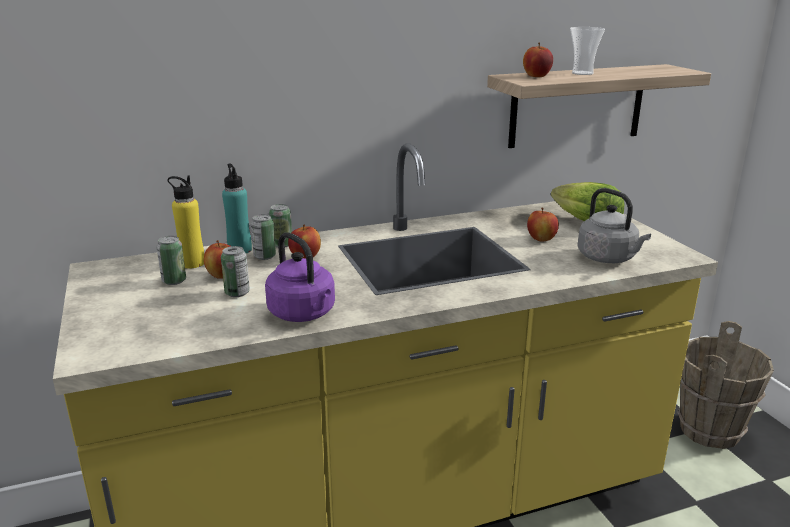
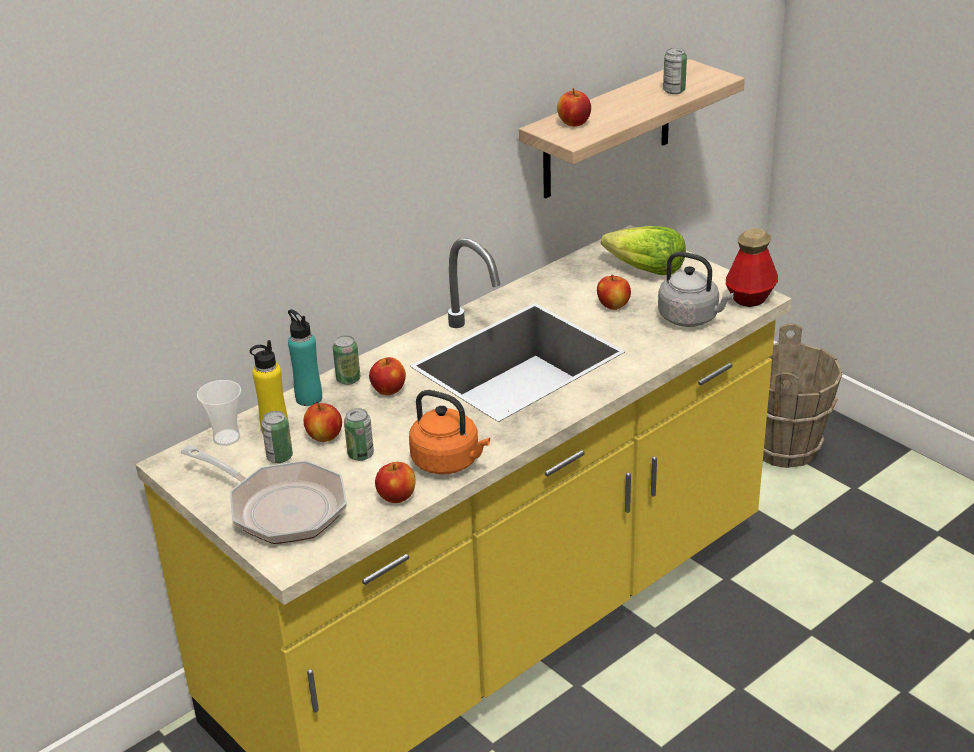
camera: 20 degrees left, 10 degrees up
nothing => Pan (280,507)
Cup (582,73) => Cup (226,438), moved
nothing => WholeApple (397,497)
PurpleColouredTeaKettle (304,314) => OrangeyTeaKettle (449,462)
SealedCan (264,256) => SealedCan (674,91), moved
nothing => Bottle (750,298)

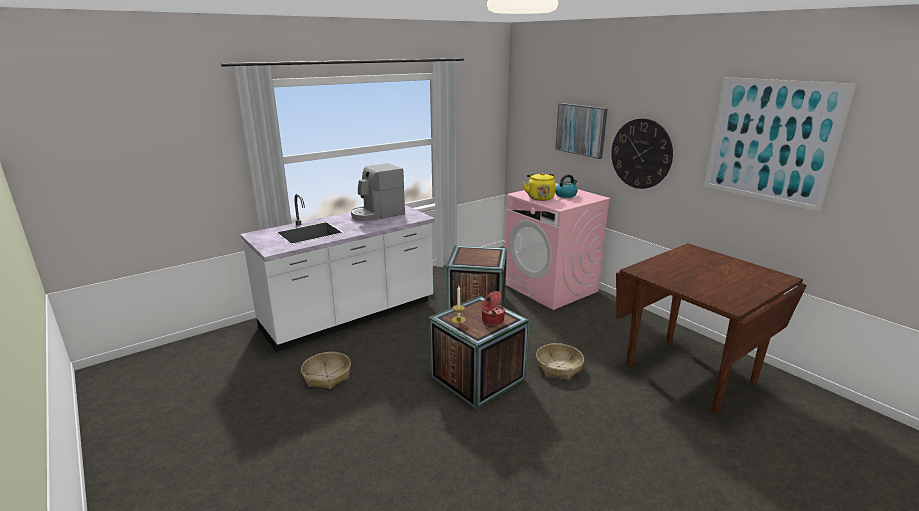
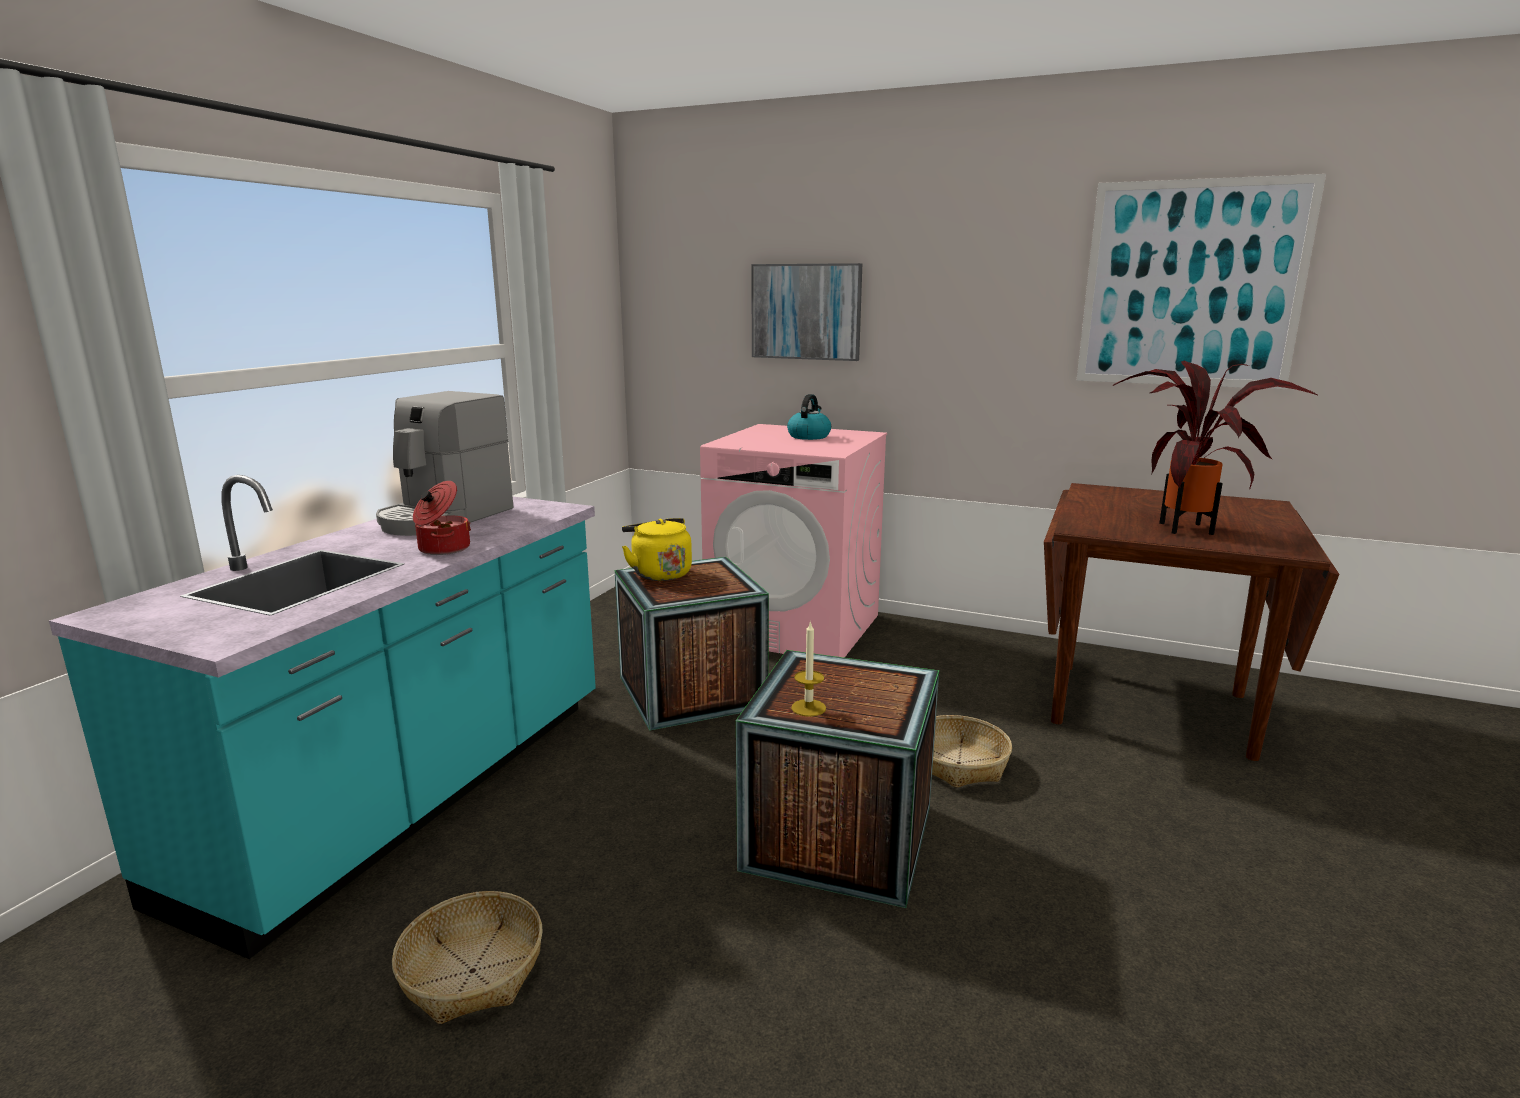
camera: 30 degrees left, 5 degrees down
WhiteColouredCounter (350,316) => TurquoiseCounter (411,794)
Saucepot (492,320) => Saucepot (442,549), moved
YellowishTeaKettle (540,197) => YellowishTeaKettle (659,573), moved
nothing => PottedPlant (1187,527)
ClockOnTheWall (641,154) => nothing

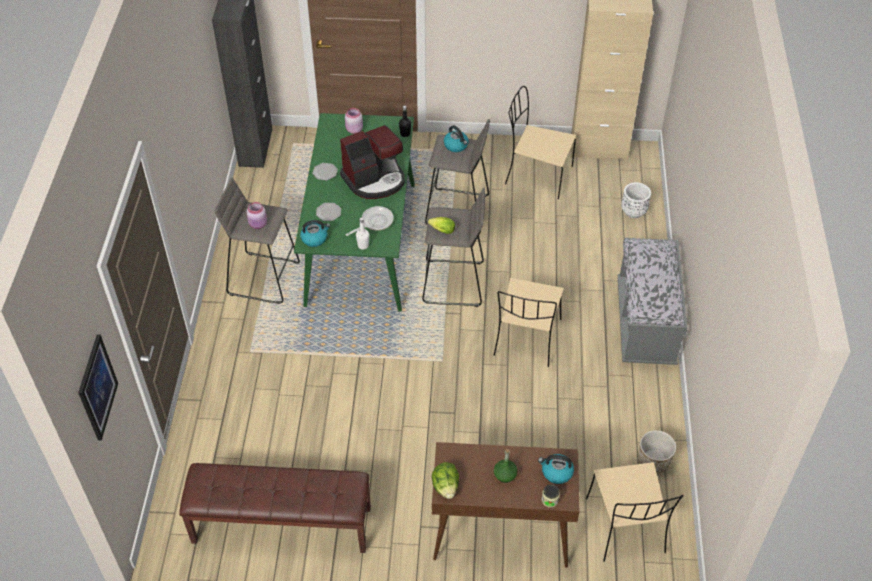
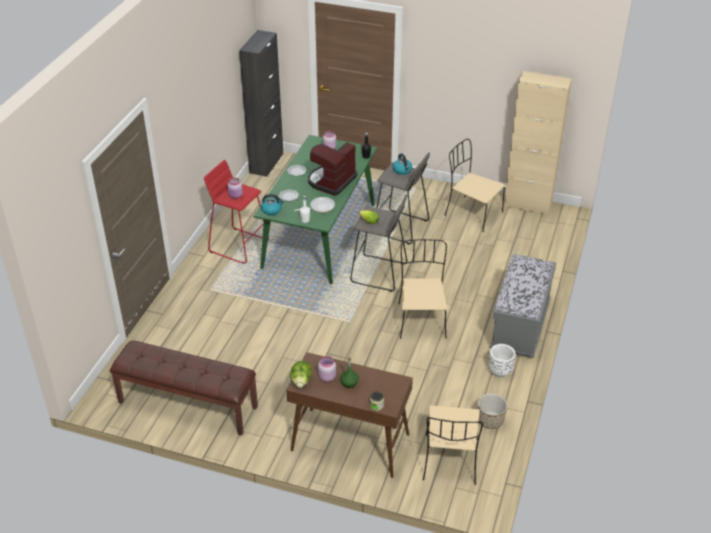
camera: 15 degrees right, 10 degrees down
GreyishStool (264,278) => ReddishStool (239,245)
CoffeeMachine (375,180) => CoffeeMachine (331,181), 135 degrees clockwise
nothing => PinkColouredPreserveJar (326,377)
BeigeColouredChair (527,339) => BeigeColouredChair (421,320), 150 degrees clockwise
WhiteColouredPlanter (633,211) => WhiteColouredPlanter (500,371), moved
WallPicture (97,387) => nothing
TeaKettle (556,472) => nothing

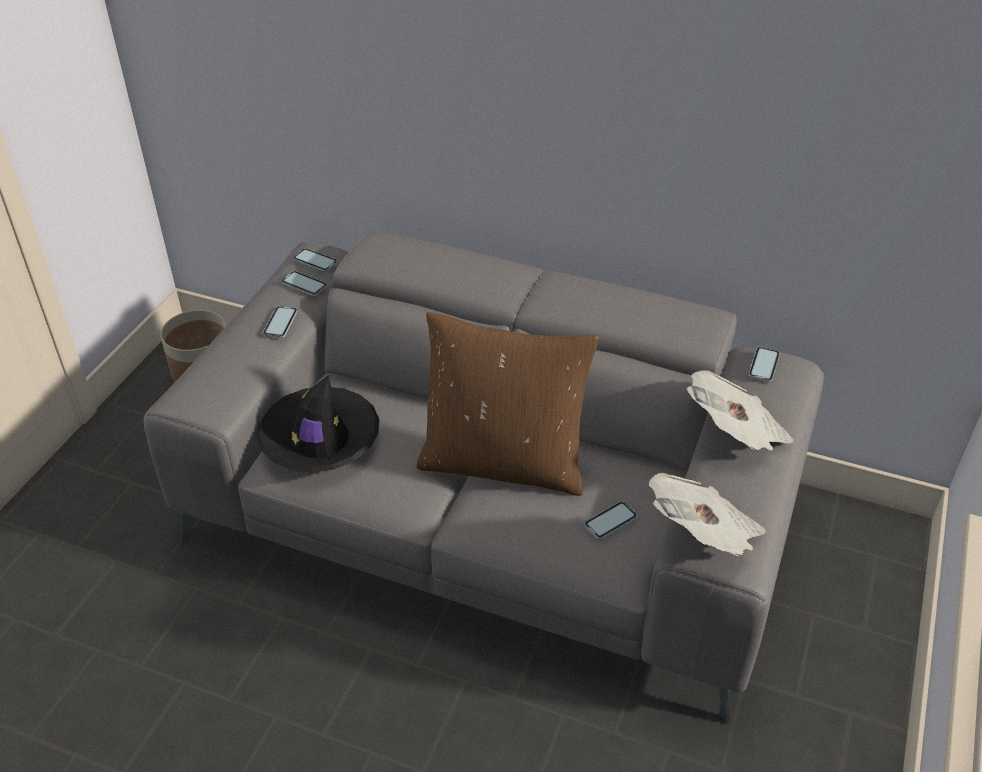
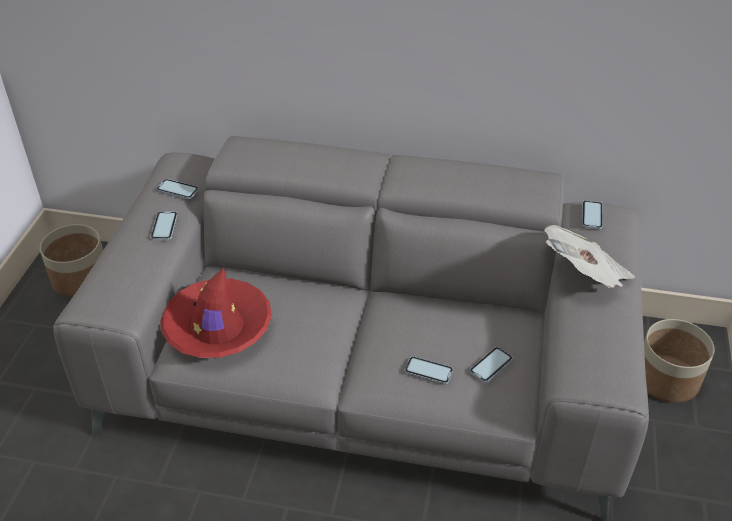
camera: 10 degrees left, 0 degrees up
BlackishHat (320,440) => ReddishHat (217,327)
Handset (315,261) => Handset (428,371), moved
nothing => Planter (666,379)
BrownishThrowPillow (504,462) => nothing
Newspaper (704,535) => nothing

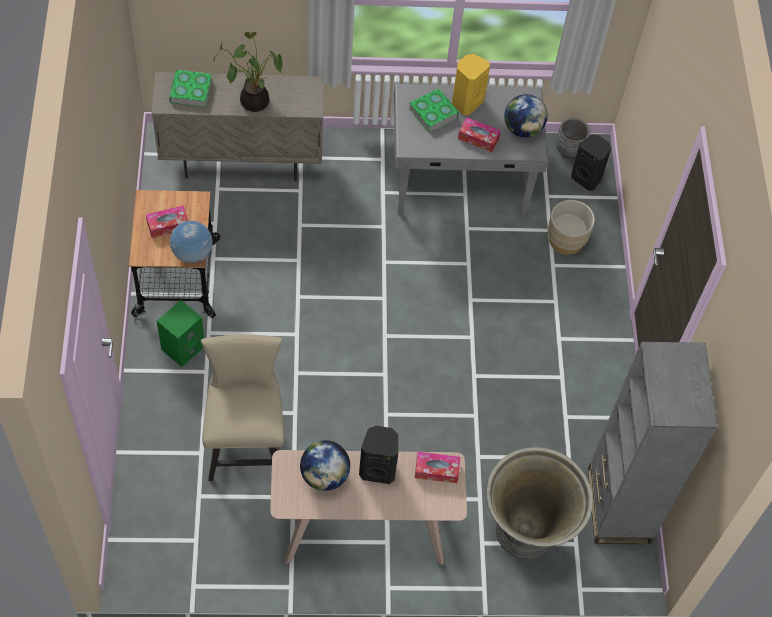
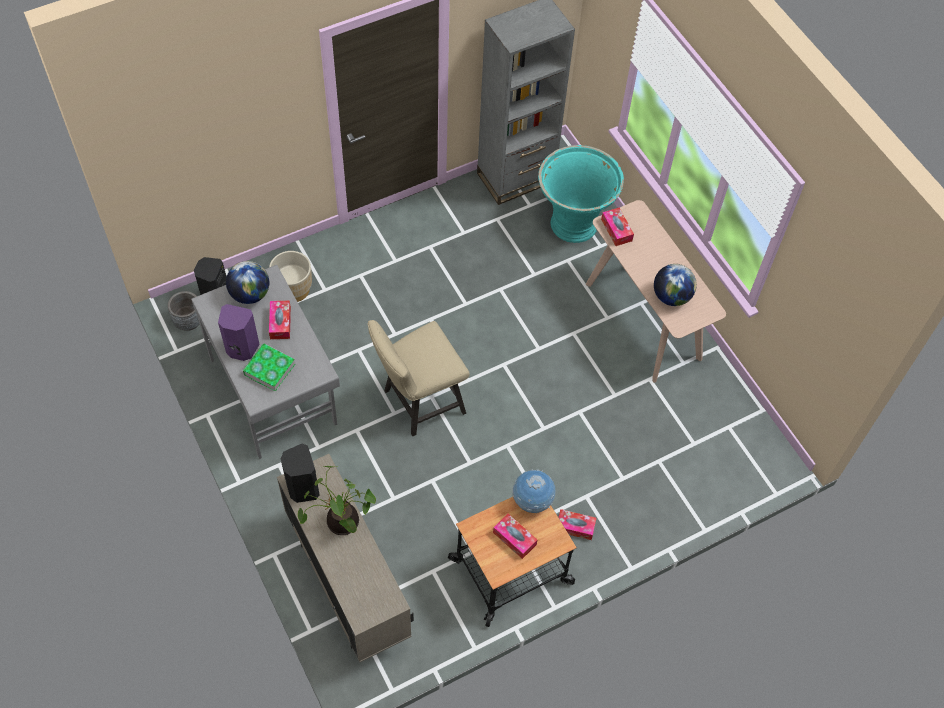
camera: 115 degrees left, 0 degrees up
YellowishSpeaker (466,102) => PurpleColouredSpeaker (241,349)
BlackishSpeaker (378,469) => BlackishSpeaker (302,488), moved
BeigeColouredChair (246,444) => BeigeColouredChair (418,403), moved
GreyishPlanter (526,532) => TurquoisePlanter (573,223)
GreenishSpeaker (183,347) => TissueHolder (575,527)
BoundBook (191,91) => nothing

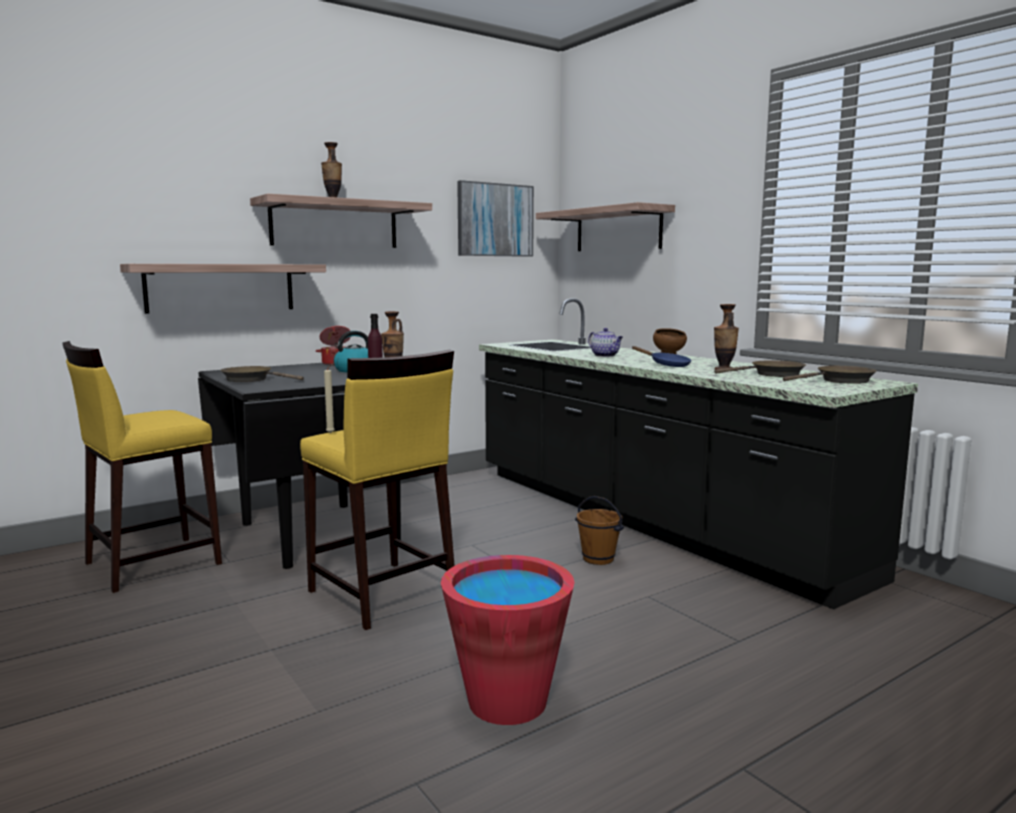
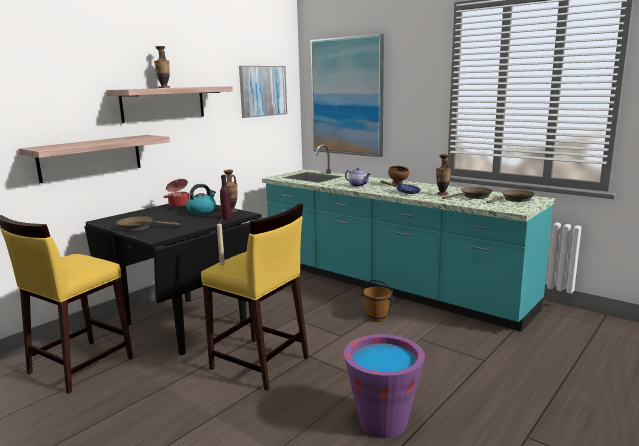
camera: 15 degrees left, 5 degrees up
BlackishCounter (646,519) => TurquoiseCounter (389,285)
Shelf (618,230) => WallPicture (347,97)
ReddishBucket (507,701) => PurpleColouredBucket (383,422)

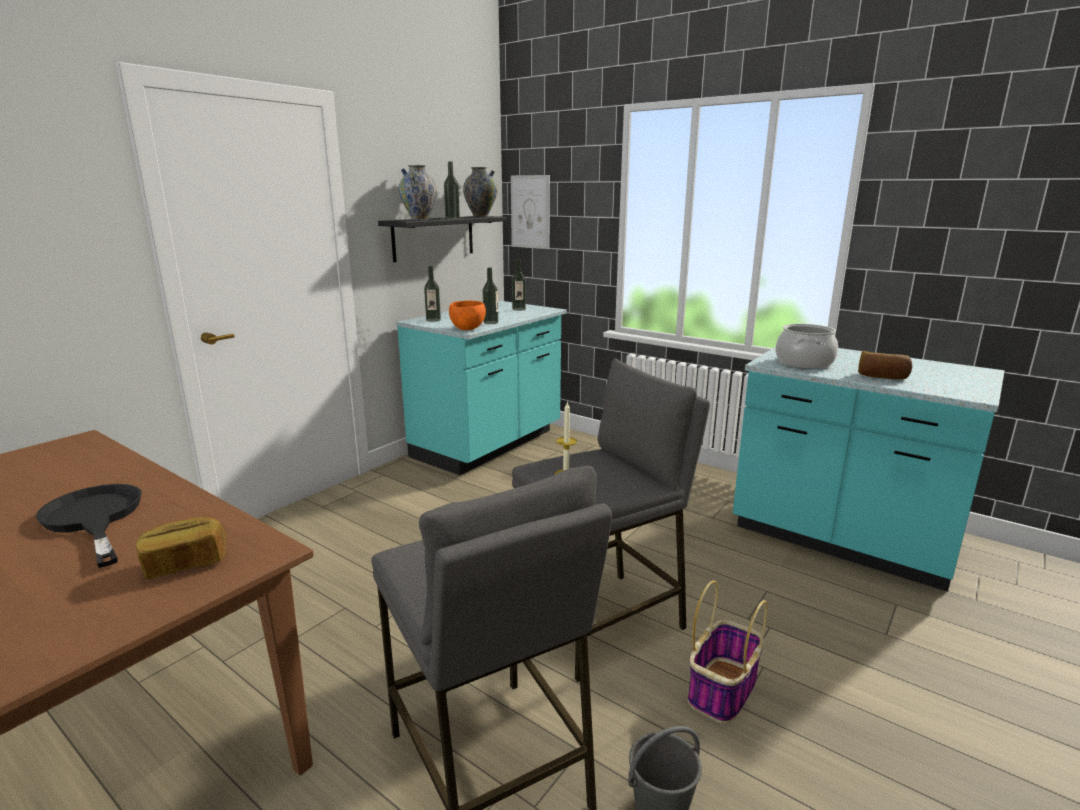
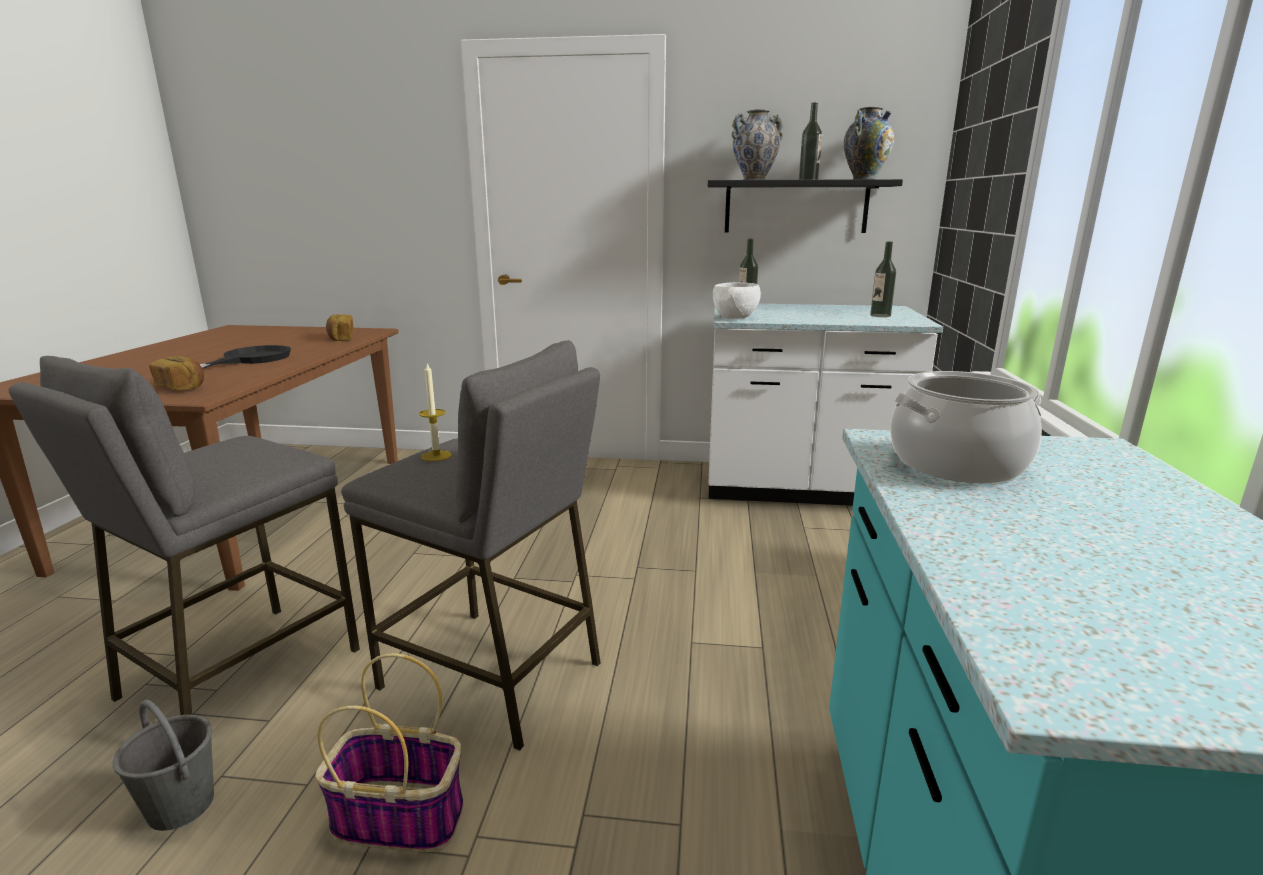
camera: 60 degrees right, 0 degrees up
BakedBread (882,377) => BakedBread (341,338), moved
TurquoiseCounter (489,445) => WhiteColouredCounter (801,489)
OrangeyBowl (468,329) => WhiteColouredBowl (735,318)
Bottle (490,322) => nothing
WallPicture (530,212) => nothing

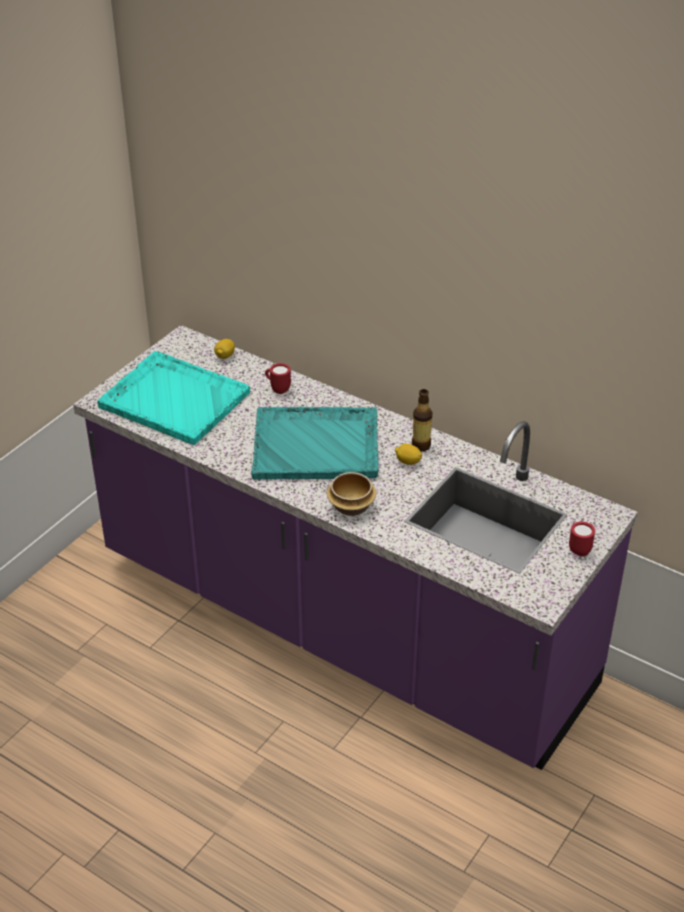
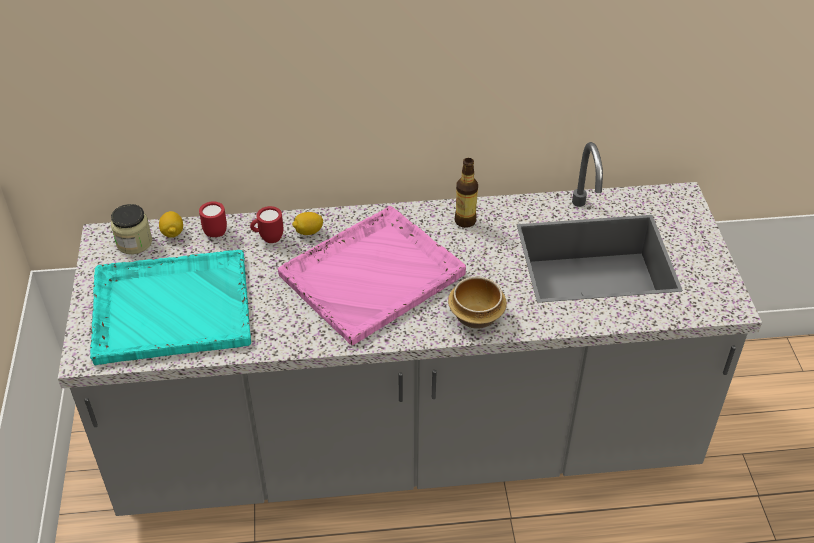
camera: 40 degrees left, 5 degrees up
PurpleColouredCounter (342,623) => GreyishCounter (407,442)
nothing => PreserveJar (134,242)
ReddishCoffeeMug (581,549) => ReddishCoffeeMug (216,230), moved
TurquoiseServingTray (317,446) => PinkColouredServingTray (374,274)
CitrusFruit (408,462) => CitrusFruit (308,232), moved

